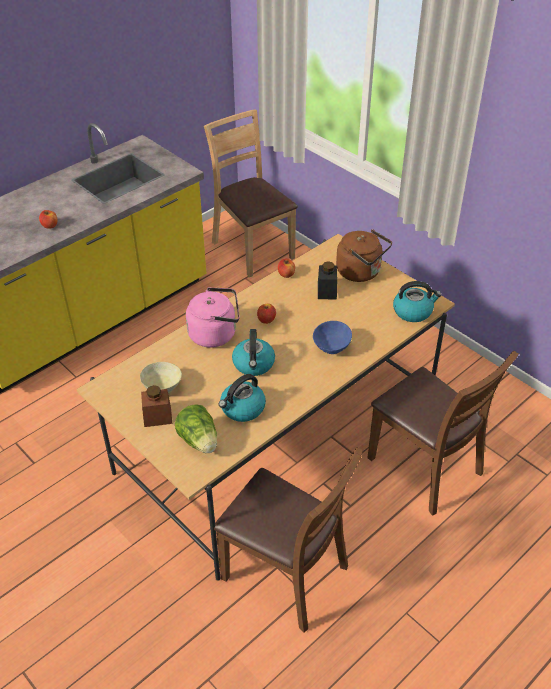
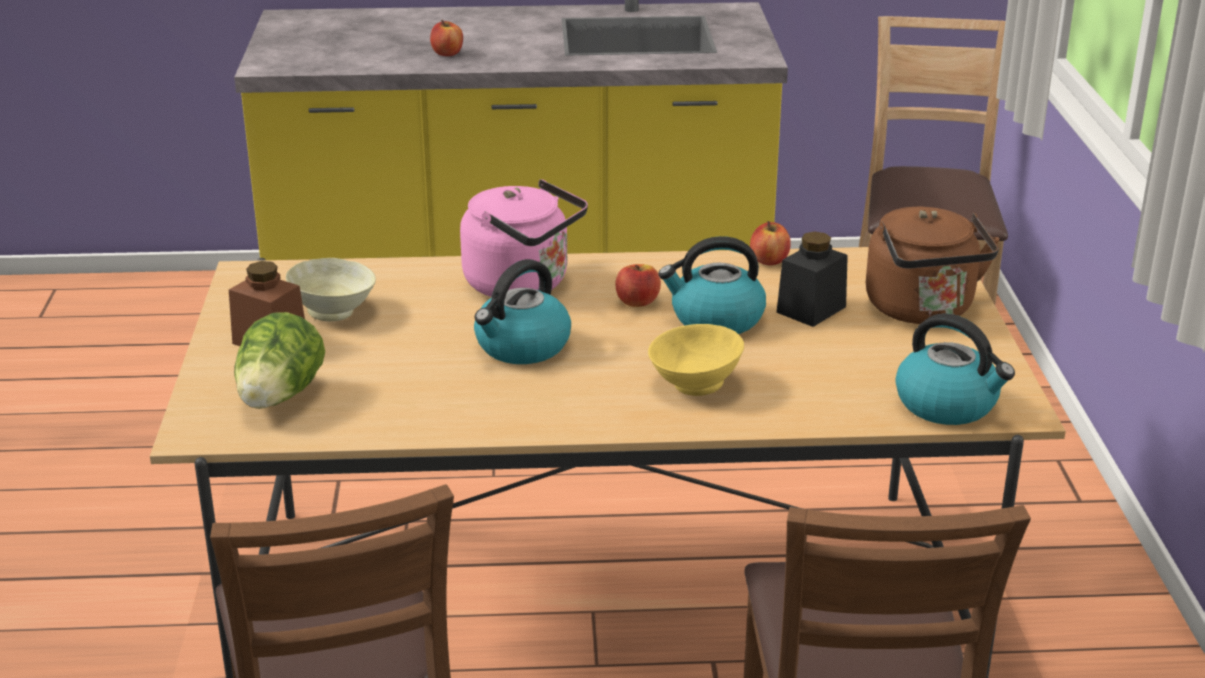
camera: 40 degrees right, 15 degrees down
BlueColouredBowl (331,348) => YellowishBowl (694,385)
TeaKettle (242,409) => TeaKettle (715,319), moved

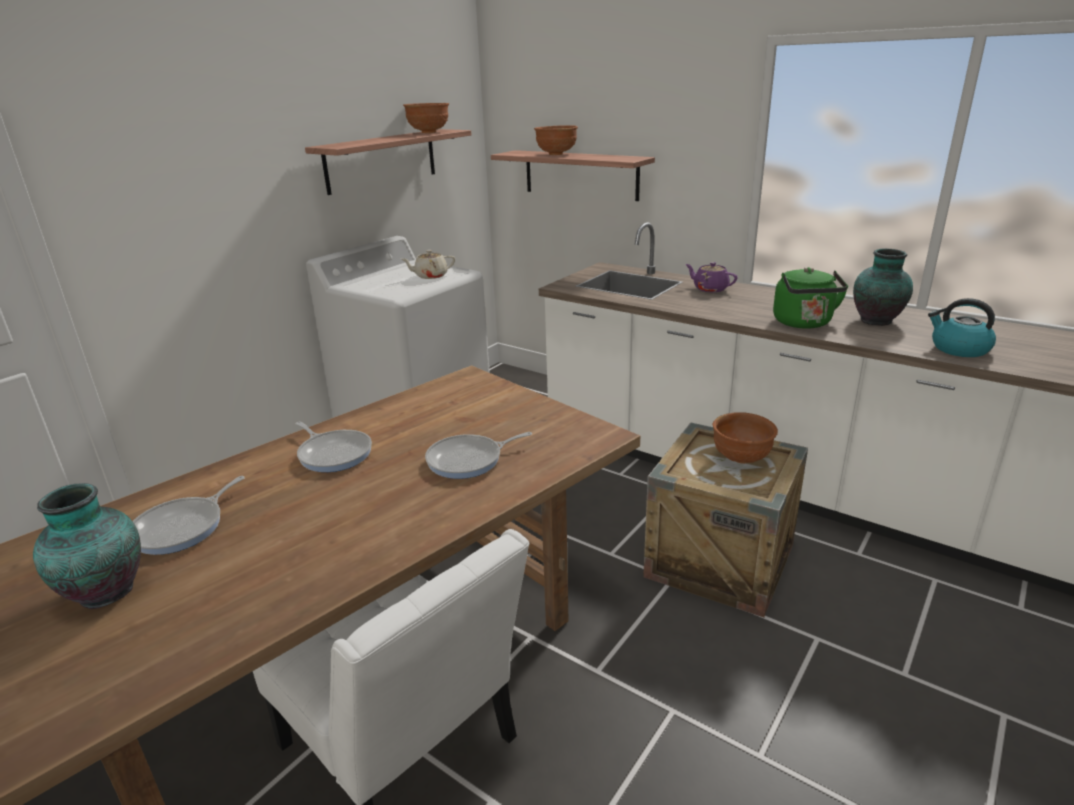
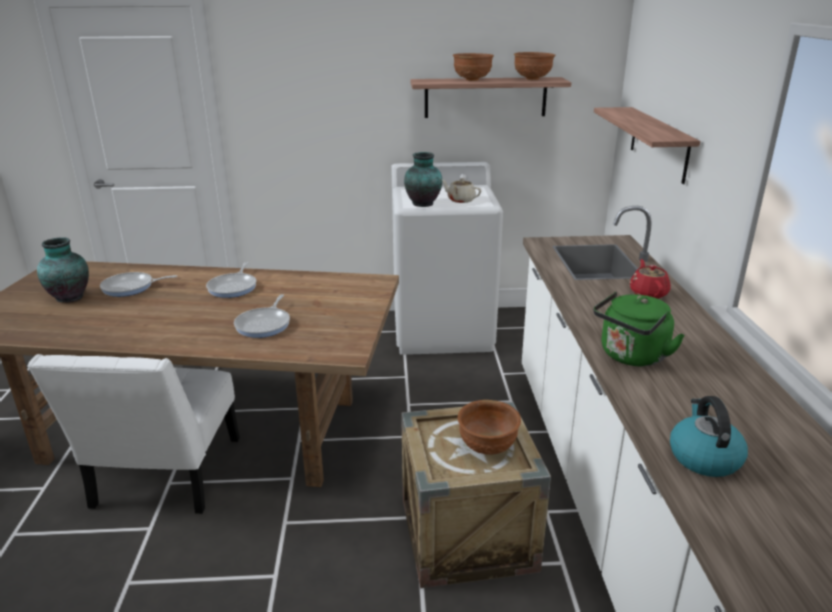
camera: 50 degrees right, 0 degrees up
Pan (469,460) => Pan (264,324), 105 degrees counterclockwise
DecorativeVase (877,321) => DecorativeVase (423,204), moved
BrownishBowl (556,154) => BrownishBowl (473,80), moved
PurpleColouredTeapot (710,289) => ReddishTeapot (648,293)

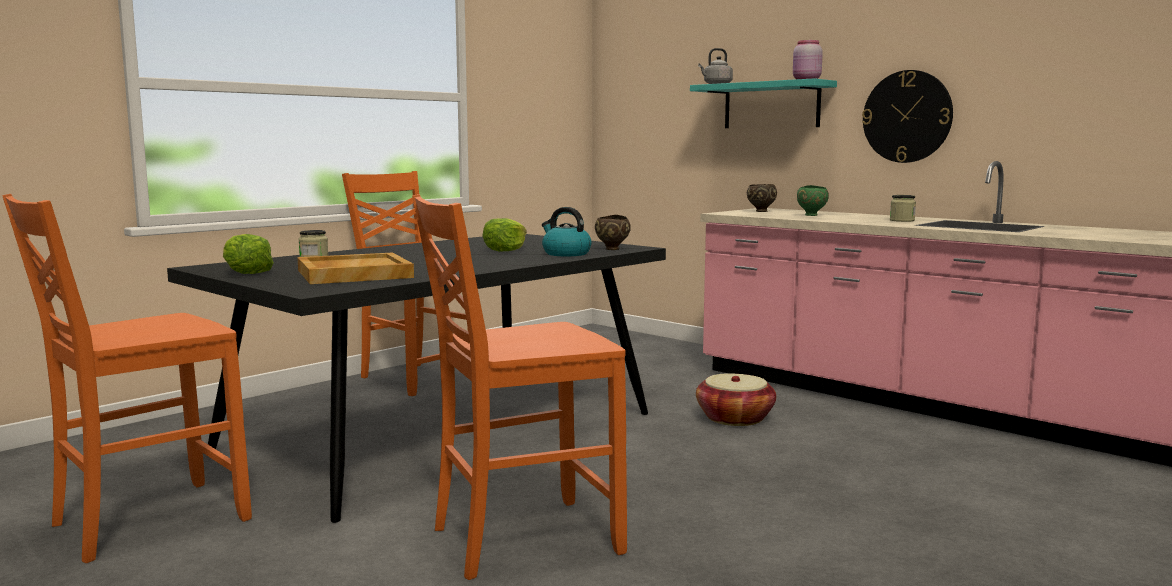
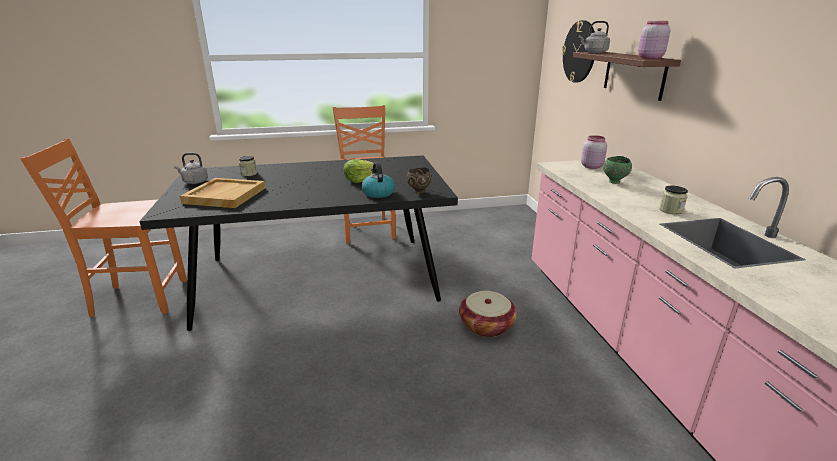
camera: 35 degrees right, 15 degrees up
Lettuce (246,272) => GreyishTeaKettle (194,182)
ClockOnTheWall (907,116) => ClockOnTheWall (579,52), moved
TurquoiseShelf (771,105) => BrownishShelf (634,74)
BrownishBowl (760,211) => PinkColouredPreserveJar (591,166)
OrangeyChair (521,539) => nothing

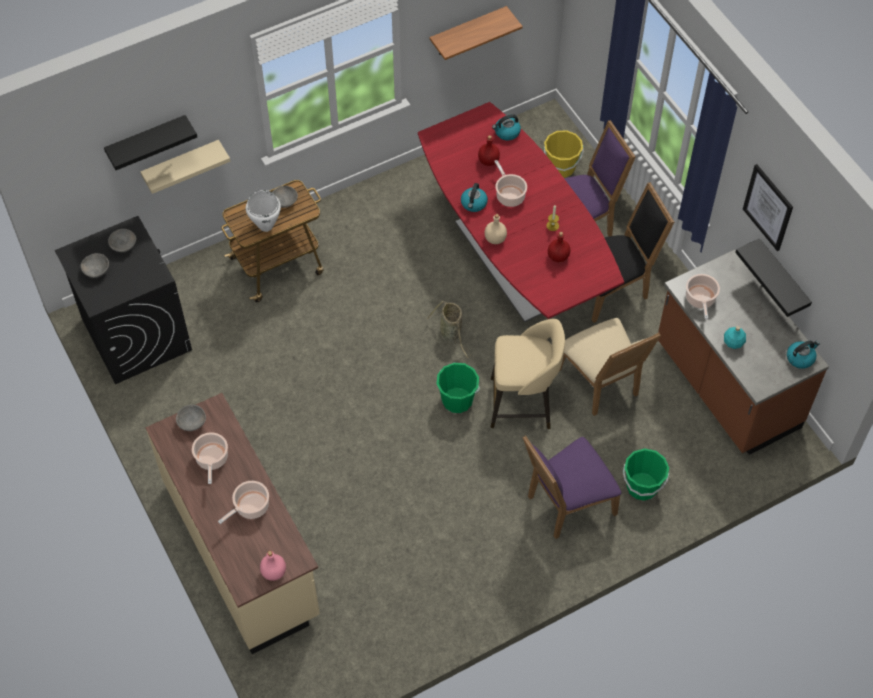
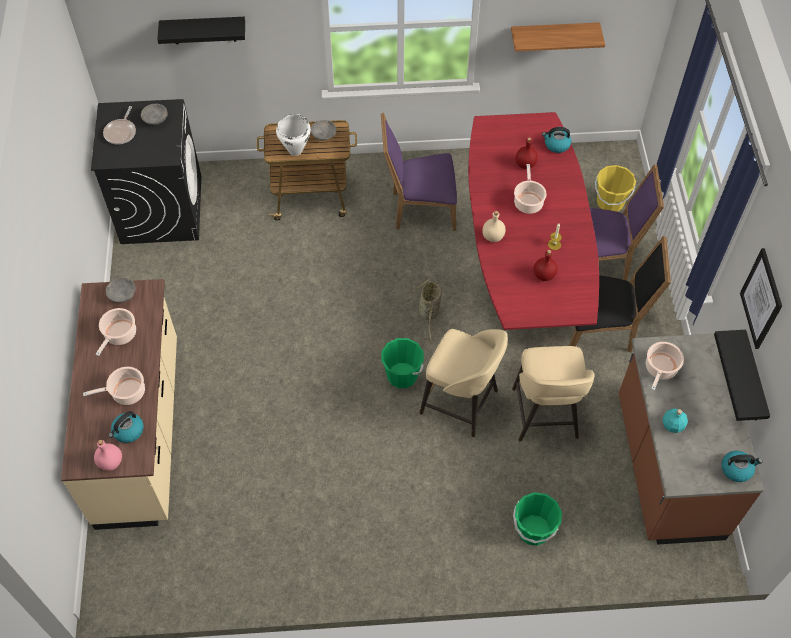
camera: 25 degrees right, 0 degrees up
GreyishBowl (97,270) => Pan (121,132)
TeaKettle (474,204) => TeaKettle (128,431), moved
PurpleColouredChair (566,505) => PurpleColouredChair (419,209), moved
BeigeColouredChair (601,384) => BeigeColouredStool (545,415)
BeigeColouredShelf (181,165) => nothing

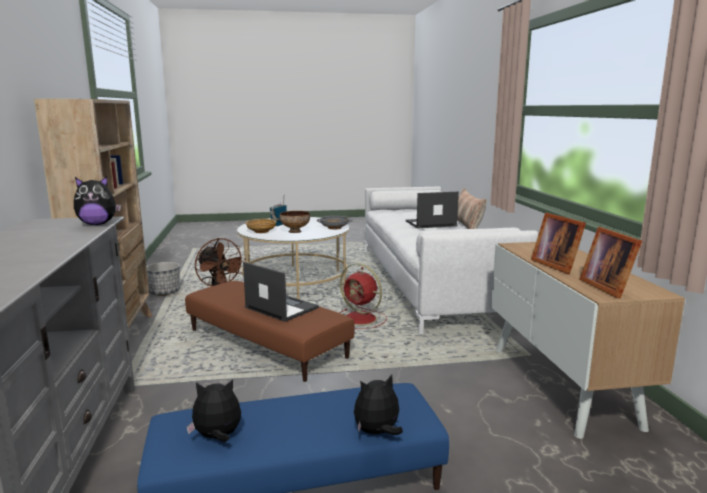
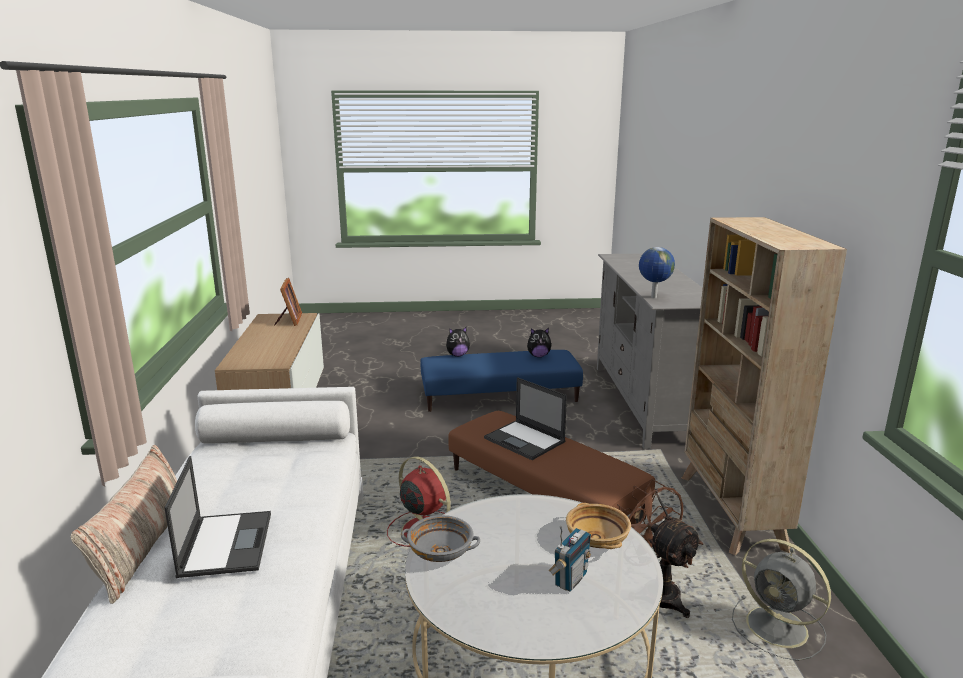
camera: 175 degrees left, 5 degrees up
NotebookComputer (430,223) => NotebookComputer (226,543), 90 degrees counterclockwise
SoftToy (97,224) => DeskGlobe (653,297)
Planter (164,292) => GreyishFan (779,628)
Bowl (295,231) => nothing
PhotoFrame (556,265) => nothing

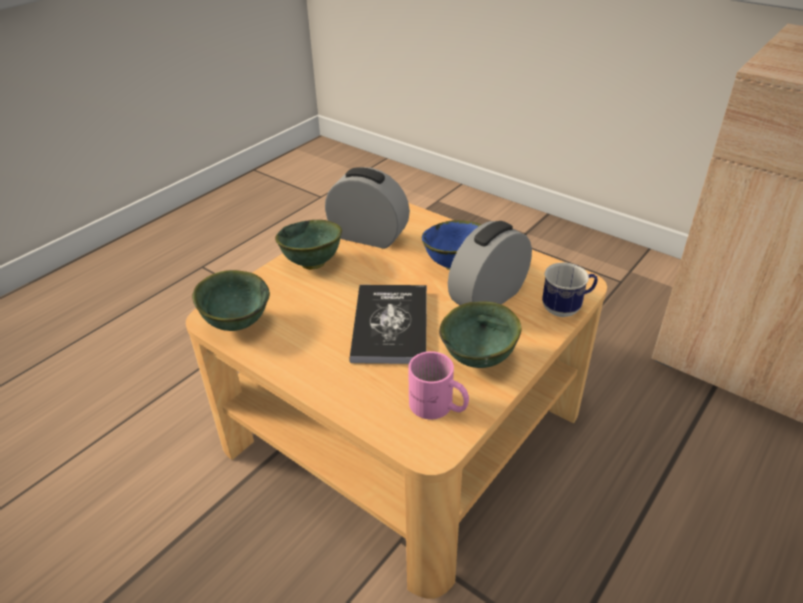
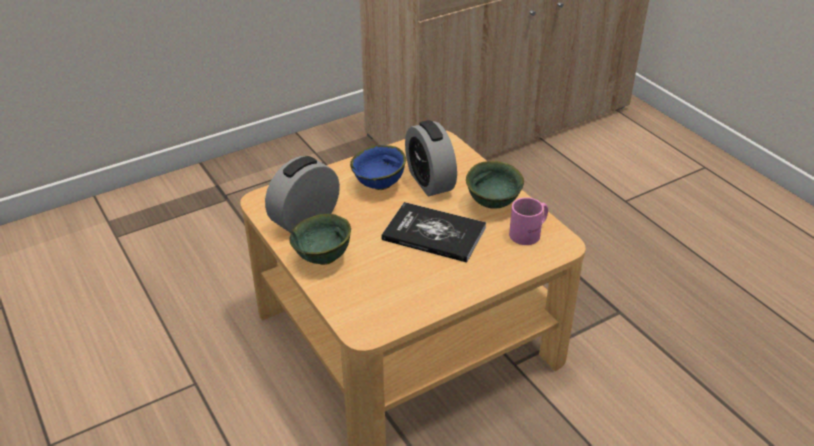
camera: 70 degrees left, 0 degrees up
GreenishBowl (237,323) => nothing
CoffeeMug (566,308) => nothing

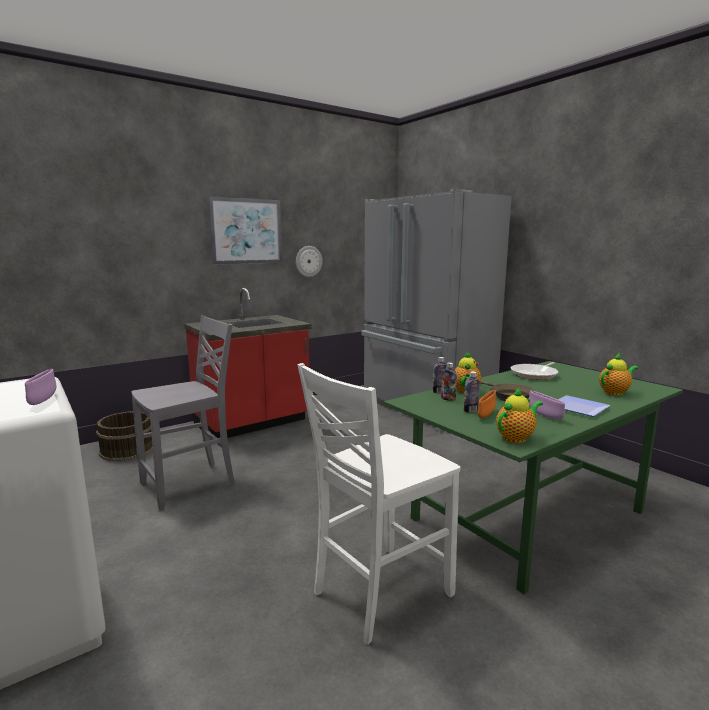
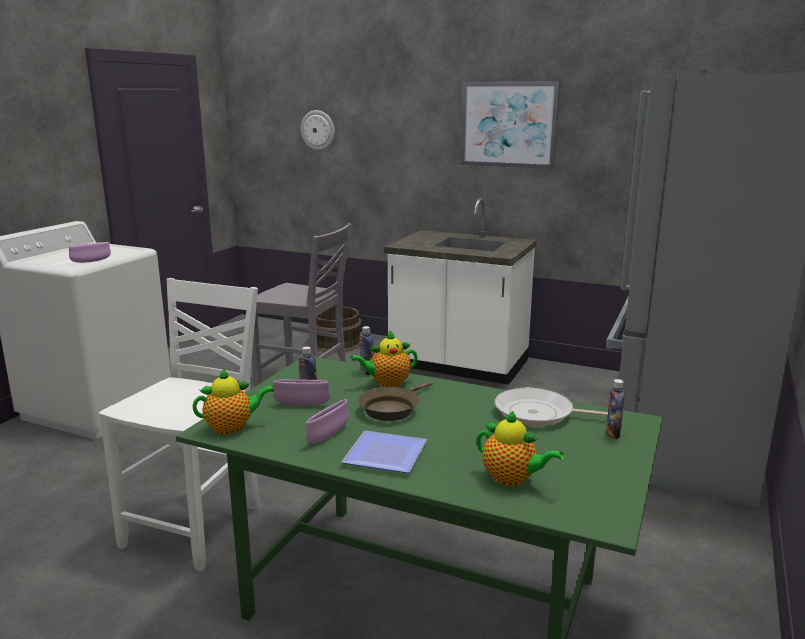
camera: 60 degrees right, 5 degrees up
WhiteColouredChair (379,593) => WhiteColouredChair (198,526), 90 degrees clockwise
Teapot (516,437) => Teapot (232,428), 45 degrees counterclockwise
OrangeyBowl (486,414) => PurpleColouredBowl (302,405)
ClockOnTheWall (308,261) => ClockOnTheWall (318,130), moved
ReddishCounter (252,422) => WhiteColouredCounter (458,365)
Bottle (448,399) => Bottle (613,434), moved

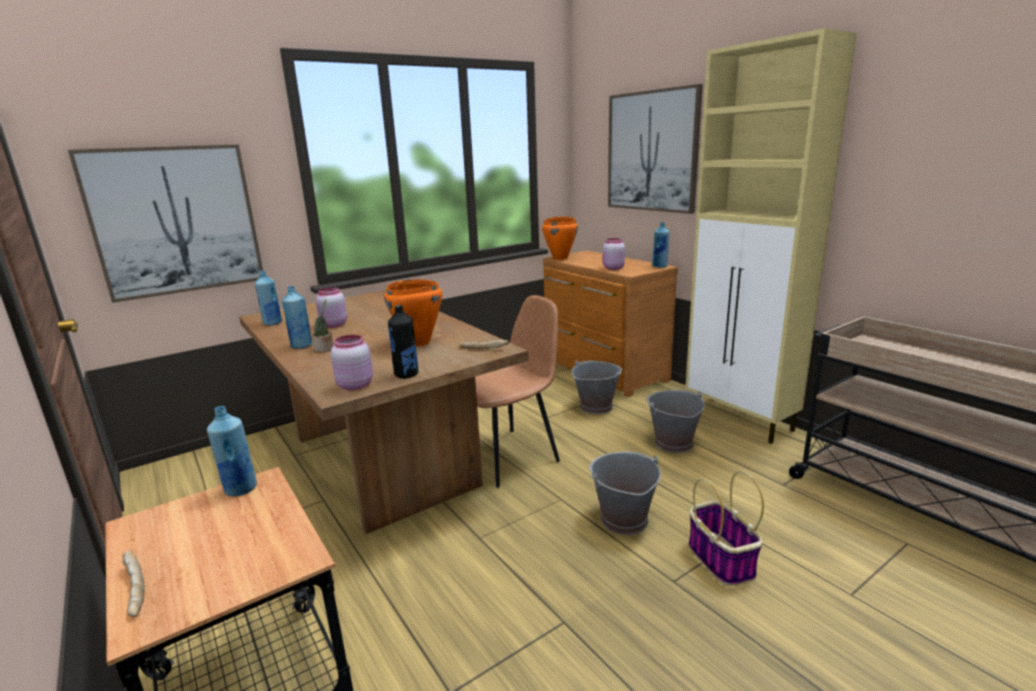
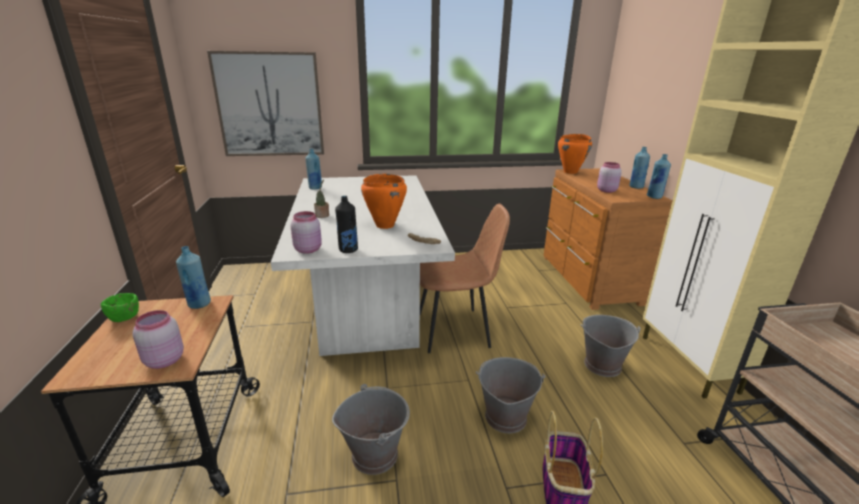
camera: 25 degrees right, 5 degrees up
nothing => GreenishBowl (125,317)
PinkColouredPreserveJar (333,325) => PinkColouredPreserveJar (163,360), moved
BrownishDinnerTable (381,460) => WhiteColouredDinnerTable (366,305)
GreyishBucket (595,406) => GreyishBucket (375,454), moved
BlueColouredBottle (301,346) => BlueColouredBottle (636,187), moved
BakedBread (133,590) => nothing
WallPicture (652,151) => nothing

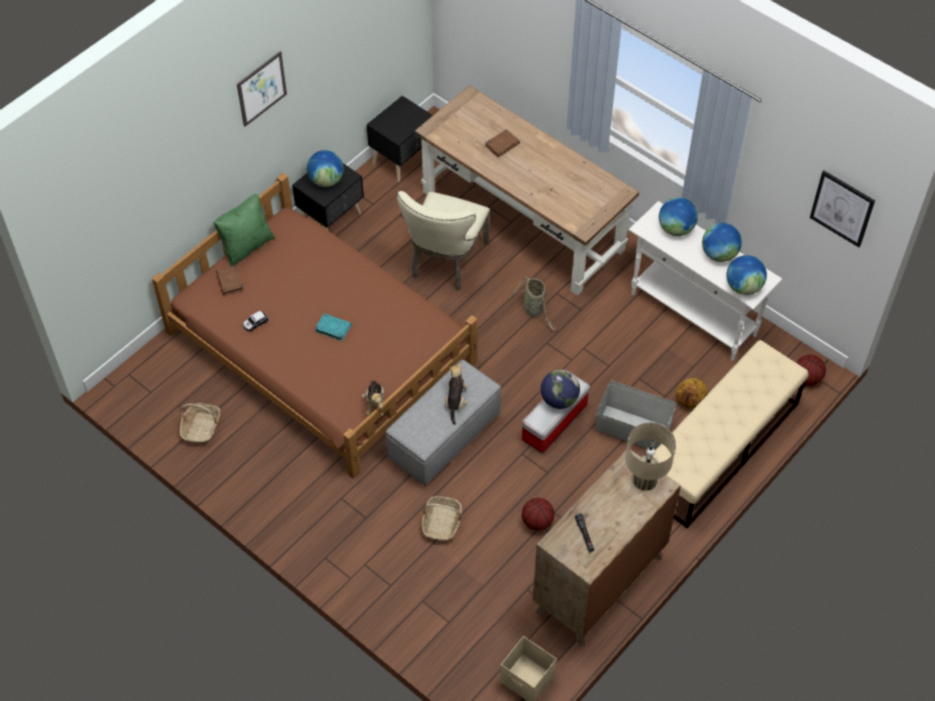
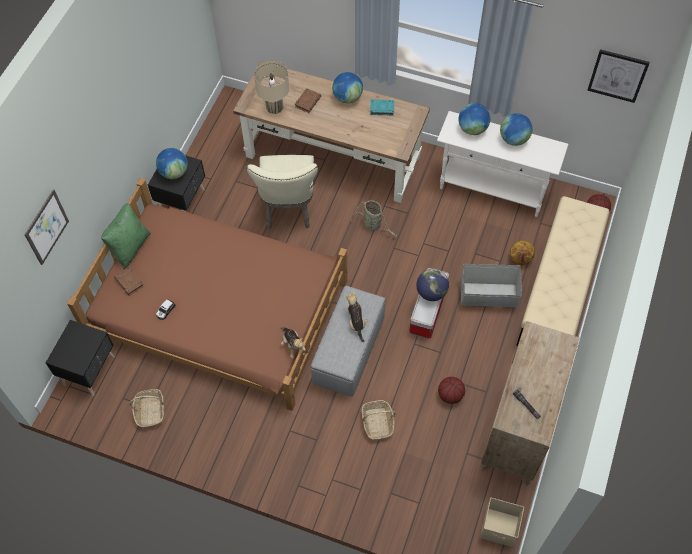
camera: 20 degrees left, 5 degrees up
WallPicture (261,88) => WallPicture (46,227), moved
BlackishBedsideTable (403,159) => BlackishBedsideTable (90,370), moved
BeigeColouredTabletopLamp (645,480) => BeigeColouredTabletopLamp (274,107), moved
DeskGlobe (743,286) => DeskGlobe (347,97), moved
TurquoiseBoundBook (332,328) => TurquoiseBoundBook (381,108), moved

